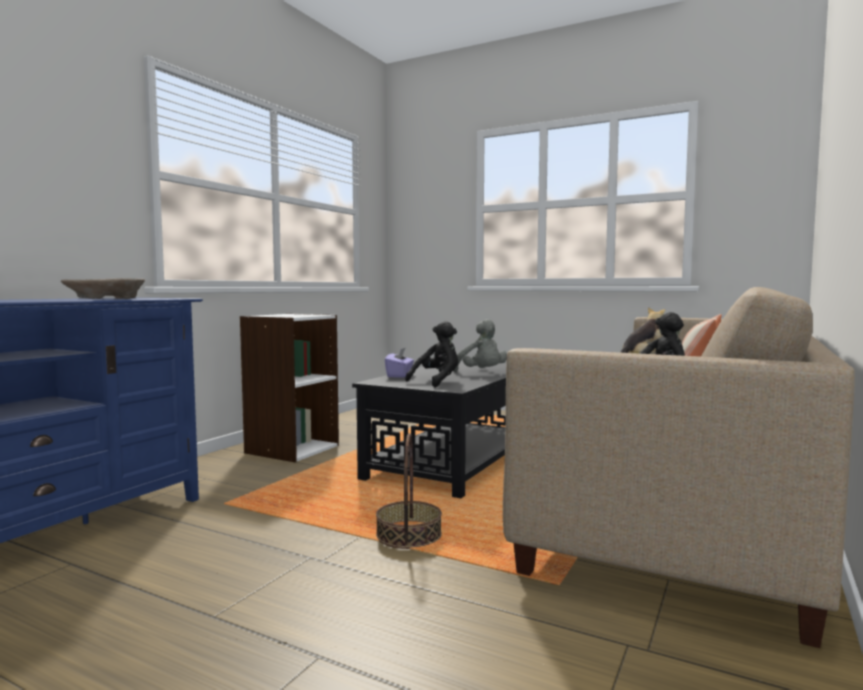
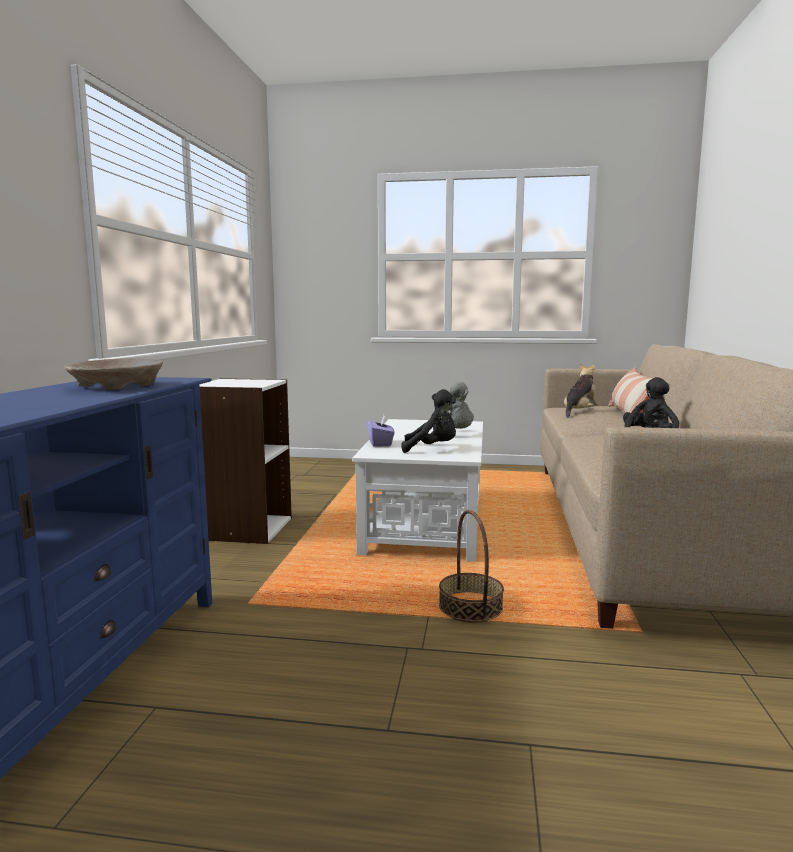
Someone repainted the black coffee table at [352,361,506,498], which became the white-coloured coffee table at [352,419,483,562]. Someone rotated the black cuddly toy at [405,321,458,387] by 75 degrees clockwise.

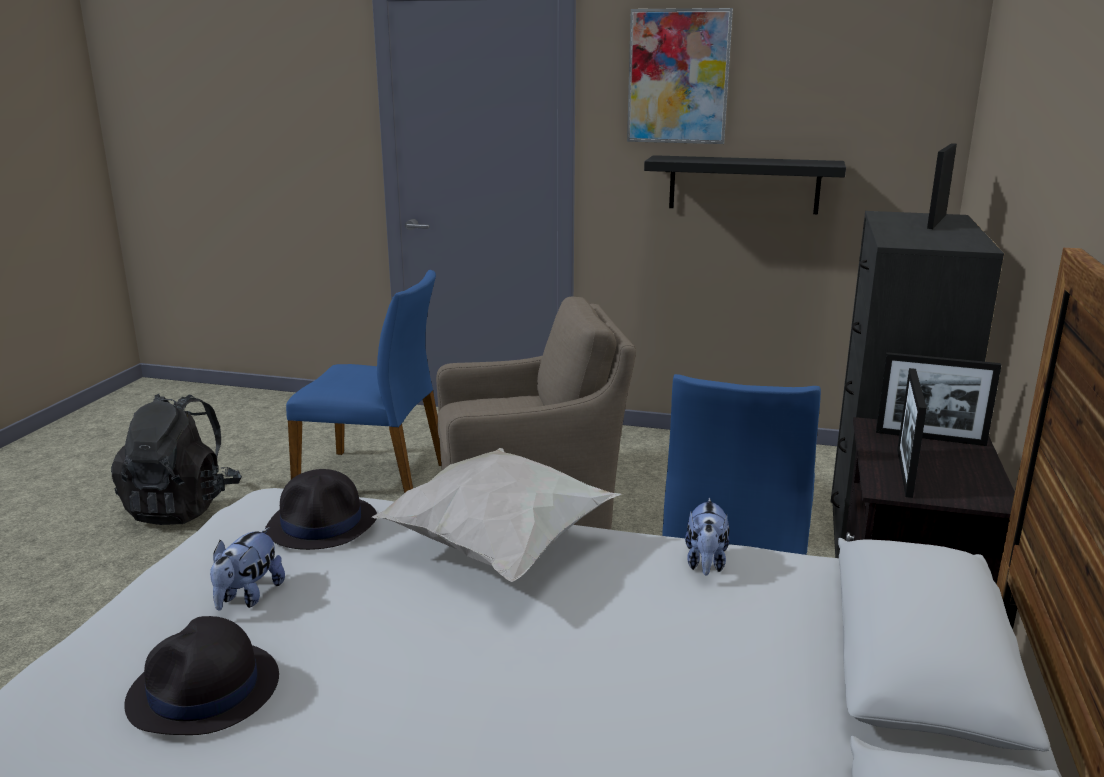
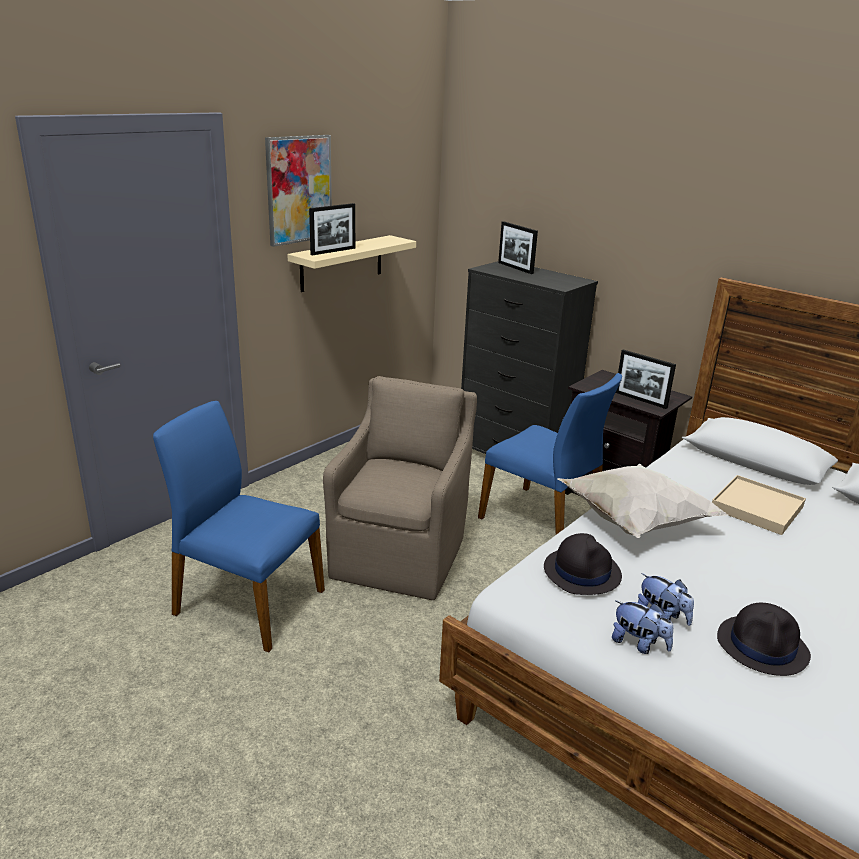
Someone took away the black rucksack at [111,394,242,525]. Someone rotated the blue-coloured plain chair at [286,270,441,493] by 105 degrees counterclockwise. Someone repainted the black wall shelf at [644,155,846,214], which became the beige wall shelf at [287,235,416,292]. Someone carried the cuddly toy from [685,498,729,576] to [612,601,673,654]. Someone carried the standing frame from [876,352,1001,446] to [309,203,355,256]. Someone put down the beige serving tray at [712,475,806,535].

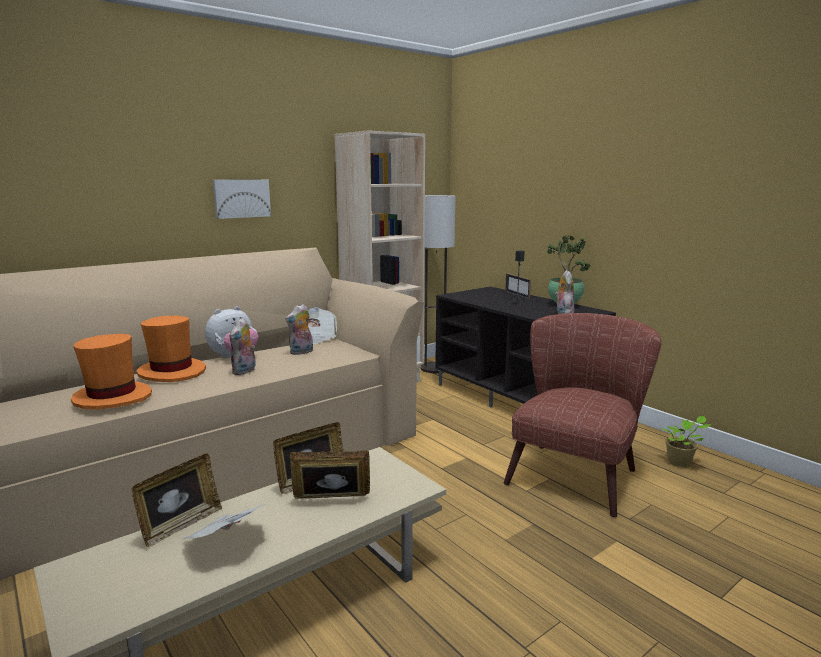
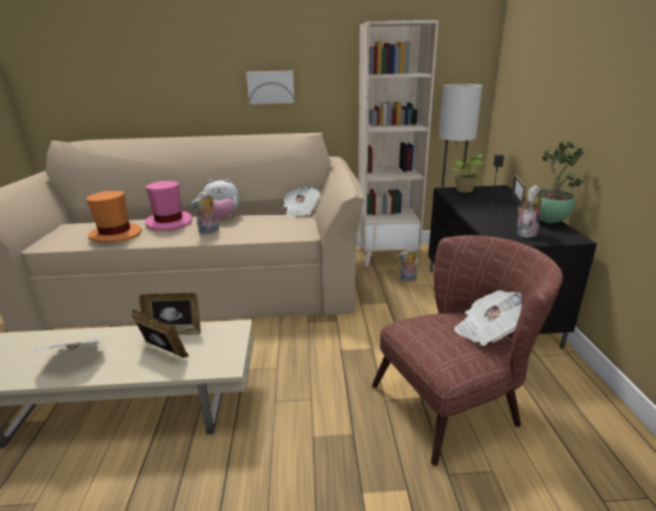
Someone took away the standing frame at [131,454,222,547]. Someone repainted the orange clothing hat at [136,316,206,382], which became the pinkish clothing hat at [145,181,193,231]. Someone carried the cuddly toy from [285,304,313,355] to [398,247,417,281]. Someone carried the potted plant from [660,416,711,467] to [452,154,484,193]. Someone put down the newspaper at [454,290,522,346].

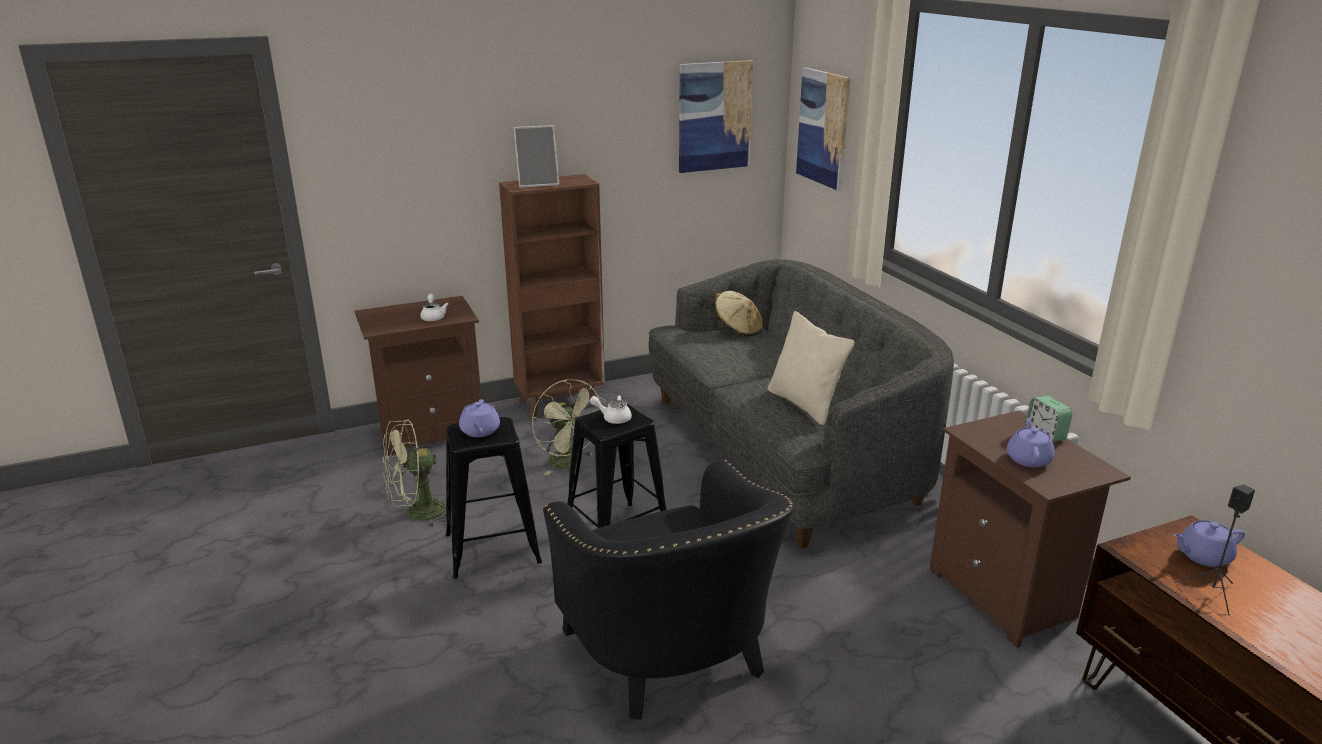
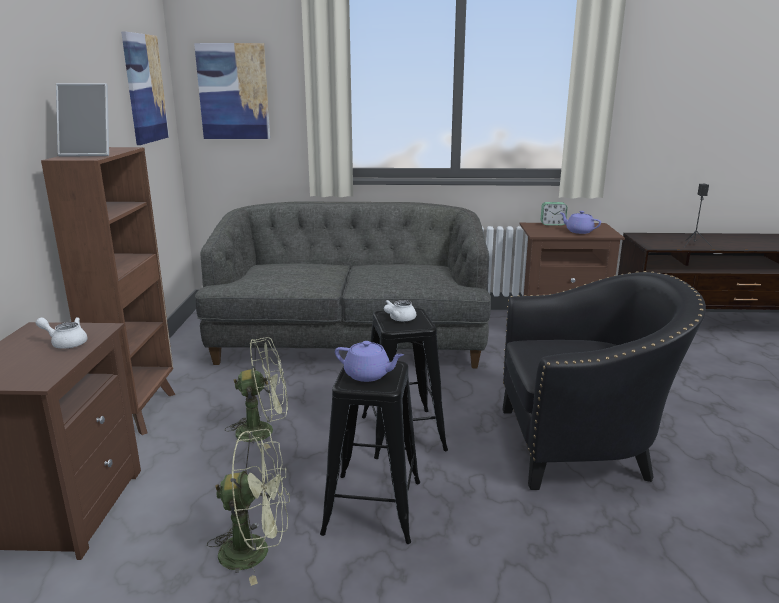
Someone rotated the green fan at [382,420,447,528] by 90 degrees counterclockwise. Someone rotated the standing frame at [513,125,559,188] by 75 degrees clockwise. Someone took away the beige clothing hat at [715,291,763,336]. Someone took away the beige throw pillow at [768,311,855,425]. Someone took away the purple-coloured tea pot at [1173,520,1245,567].

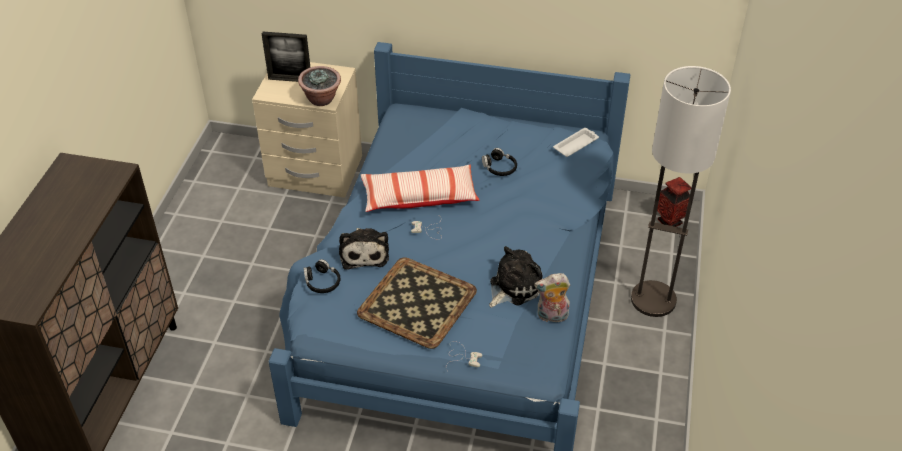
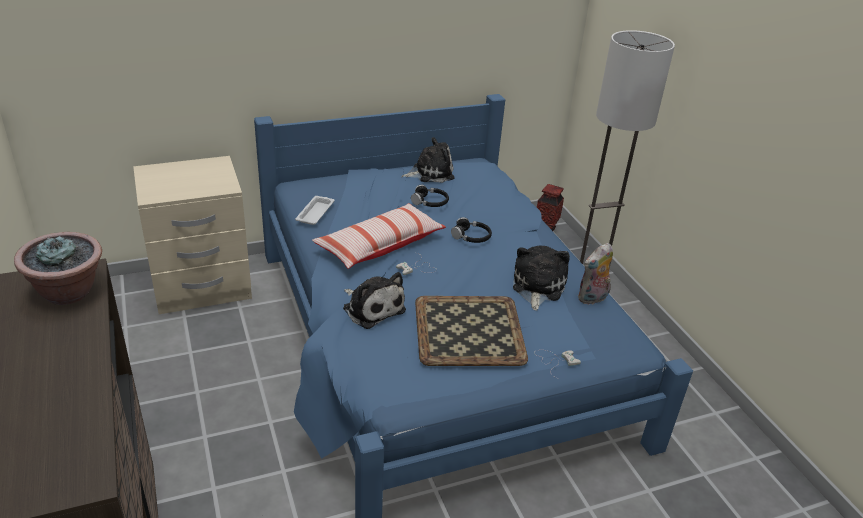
Someone took away the standing frame at [262,32,310,82]. Someone carried the potted plant from [298,66,341,106] to [14,232,102,305]. Someone carried the black headset from [303,259,341,293] to [451,217,492,243]. Someone carried the white-coloured serving tray from [553,128,599,157] to [295,196,335,225]. Someone put down the cuddly toy at [401,137,455,183].

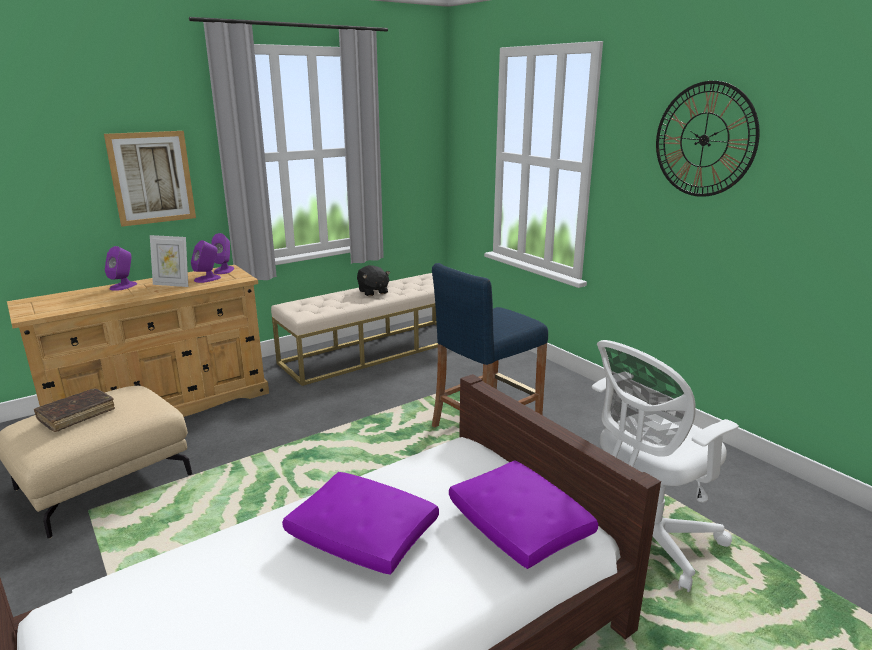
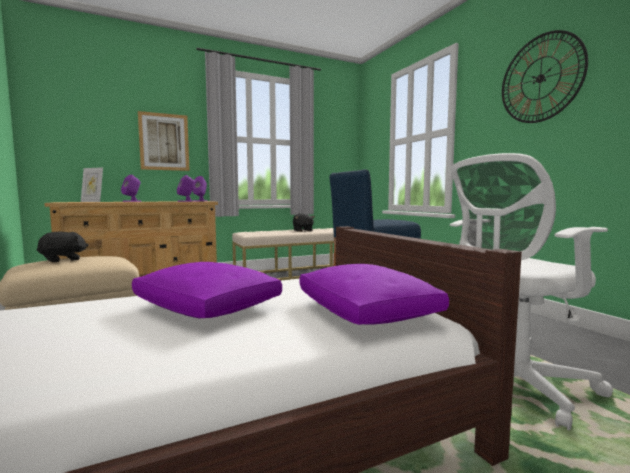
Someone swapped the brownish volume at [34,389,115,432] for the black cuddly toy at [37,232,88,263]. Someone carried the standing frame from [150,235,188,287] to [81,167,103,202].

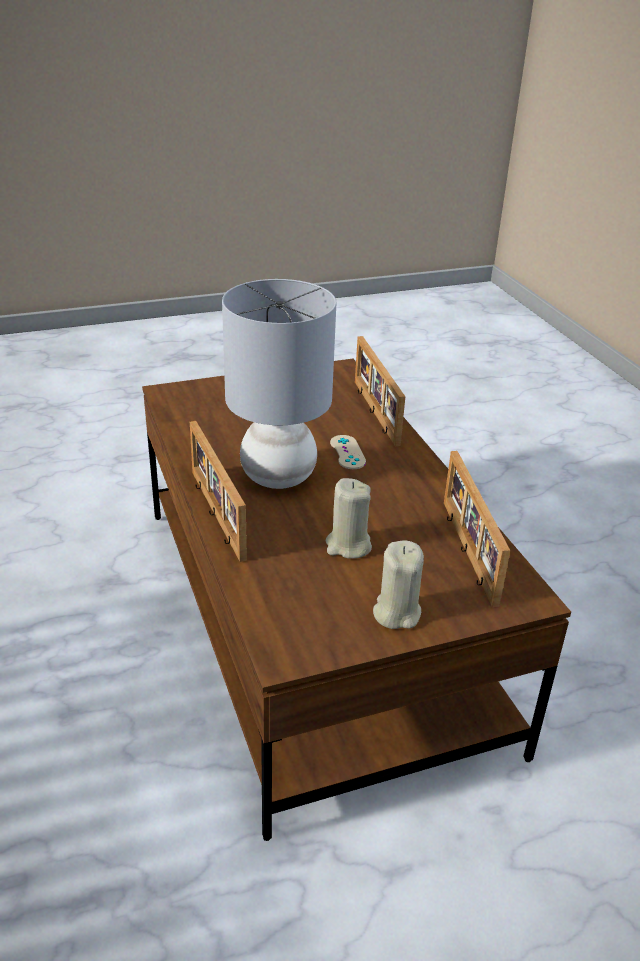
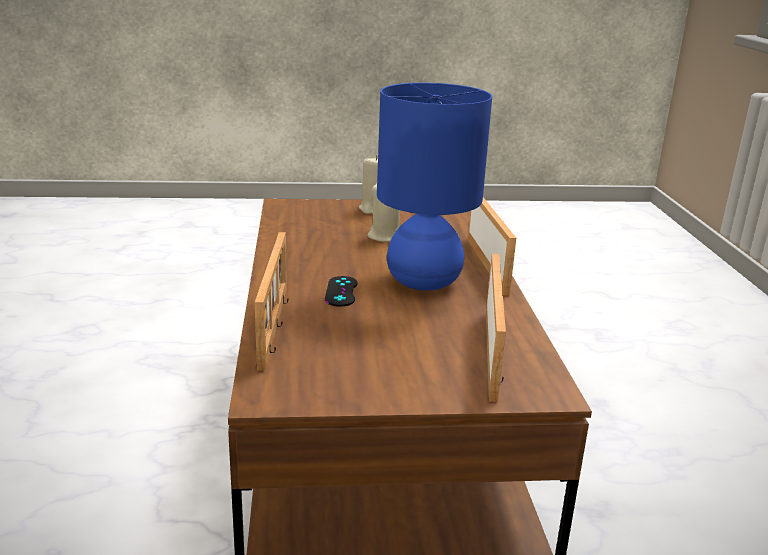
Someone repainted the gray tabletop lamp at [222,279,336,489], which became the blue-coloured tabletop lamp at [377,83,492,291]. Someone repainted the beige gamepad at [330,435,366,469], which became the black gamepad at [325,276,358,307]. Someone carried the standing frame from [444,451,510,607] to [486,254,506,402].

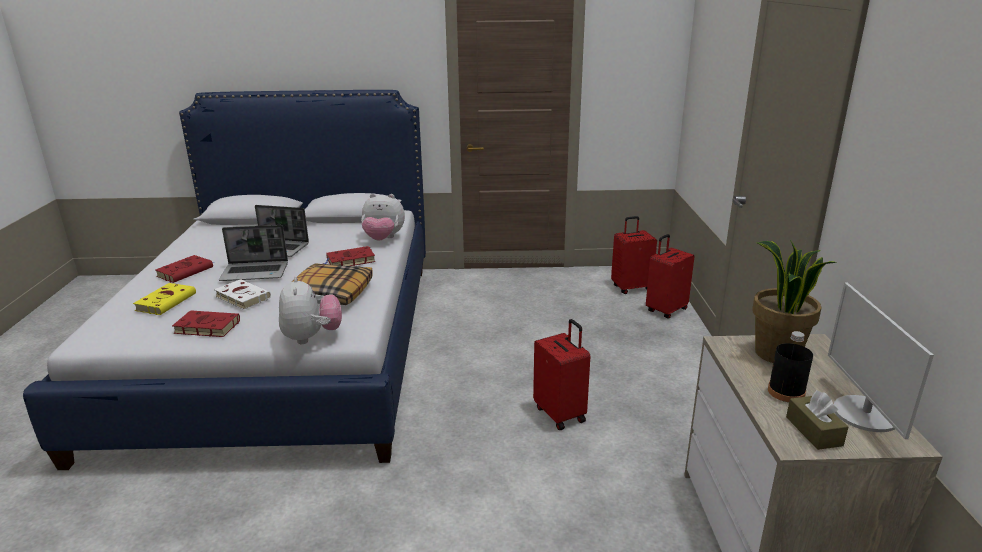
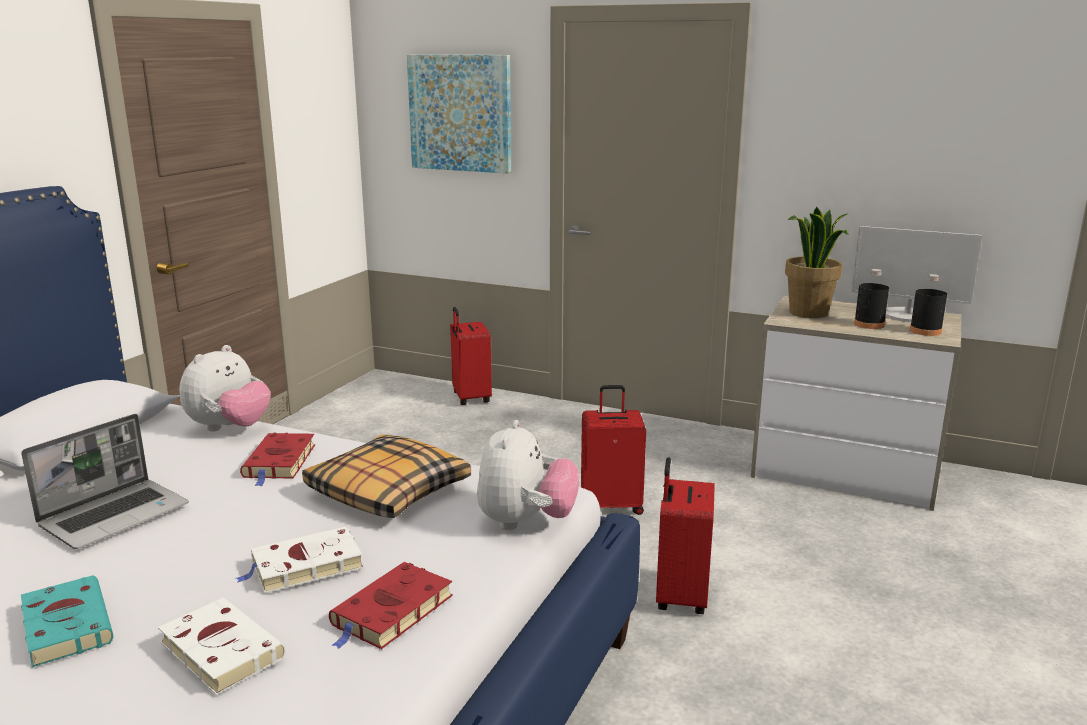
Someone repainted the yellow volume at [133,283,196,315], which became the white-coloured volume at [158,598,286,695]. Someone repainted the reddish volume at [155,255,213,283], which became the turquoise volume at [21,575,113,667]. Someone took away the portable computer at [219,225,288,281]. Someone rotated the cuddly toy at [279,277,342,344] by 90 degrees clockwise. Someone carried the reddish piece of luggage from [611,216,657,294] to [656,457,715,614]. Someone swapped the brownish tissue box at [786,390,848,450] for the black bottle at [910,274,947,336]. Someone put up the wall picture at [407,55,511,173].

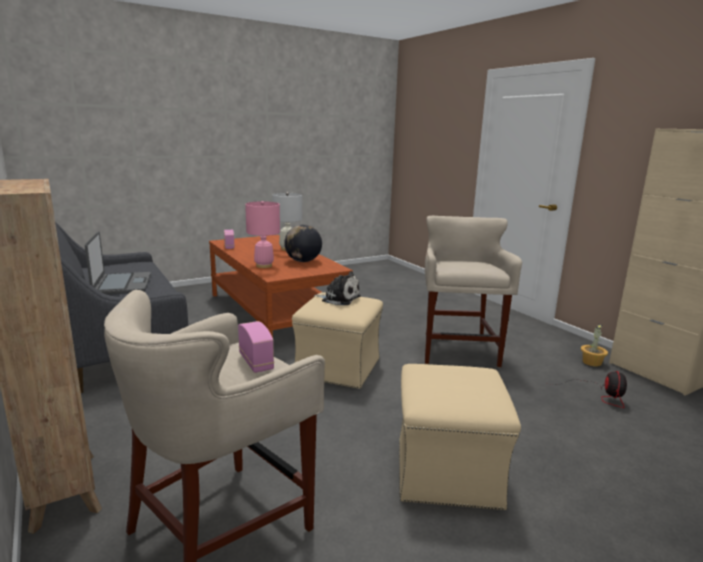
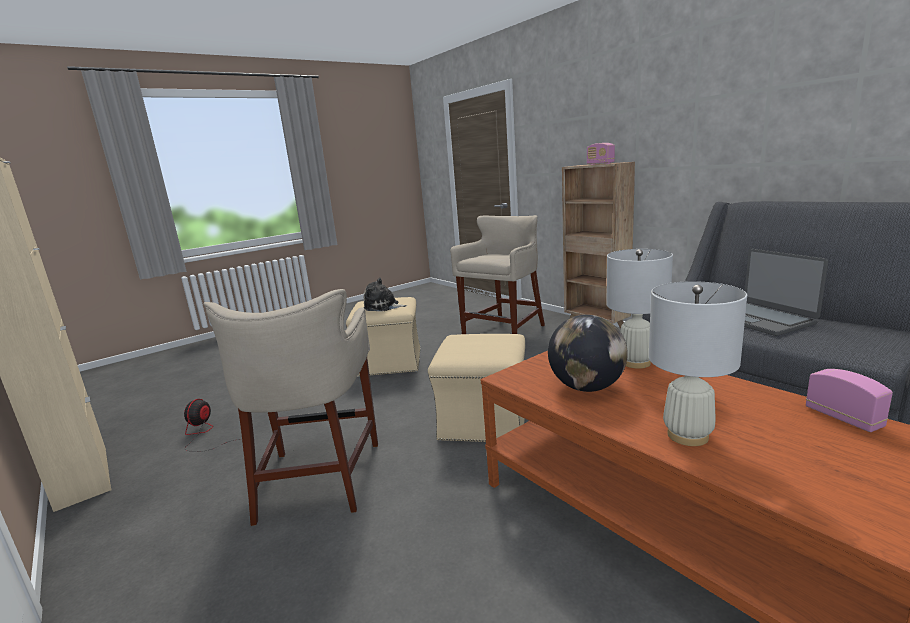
Someone carried the radio receiver from [238,321,274,373] to [587,143,615,165]. Someone repainted the pinkish tabletop lamp at [245,201,280,268], which became the white-coloured tabletop lamp at [607,249,673,369]. Someone carried the cuddly toy from [314,271,361,305] to [364,278,408,311]. Someone took away the potted plant at [581,323,608,367].

